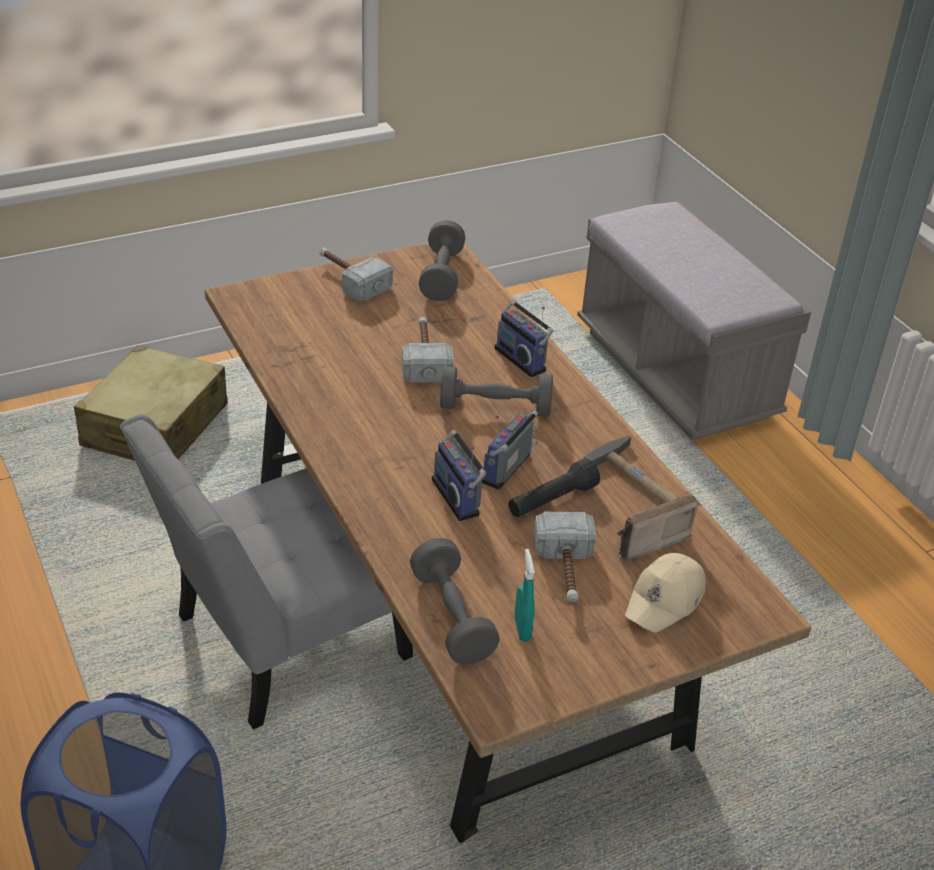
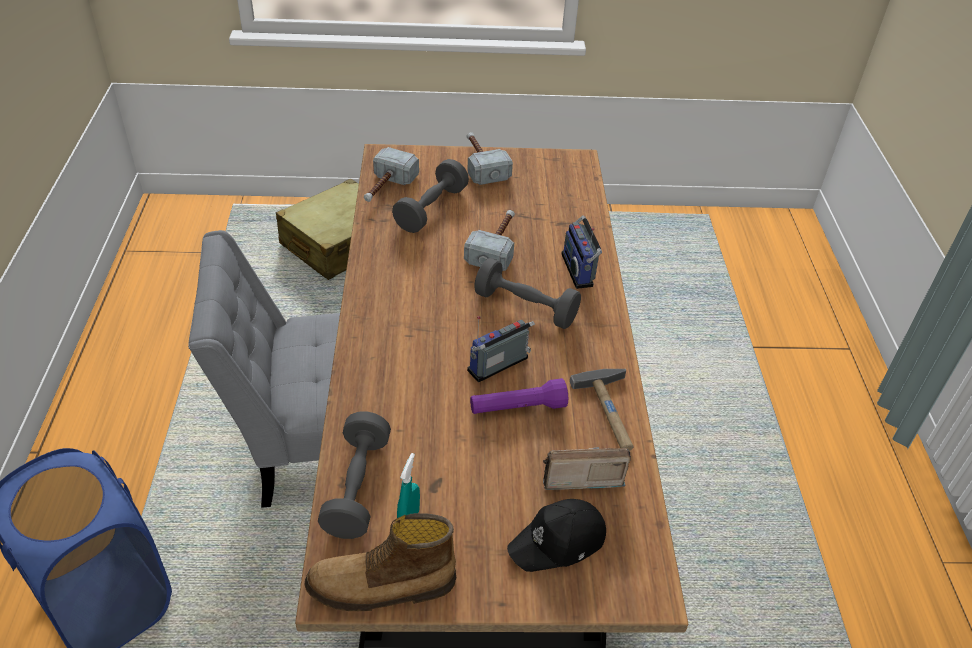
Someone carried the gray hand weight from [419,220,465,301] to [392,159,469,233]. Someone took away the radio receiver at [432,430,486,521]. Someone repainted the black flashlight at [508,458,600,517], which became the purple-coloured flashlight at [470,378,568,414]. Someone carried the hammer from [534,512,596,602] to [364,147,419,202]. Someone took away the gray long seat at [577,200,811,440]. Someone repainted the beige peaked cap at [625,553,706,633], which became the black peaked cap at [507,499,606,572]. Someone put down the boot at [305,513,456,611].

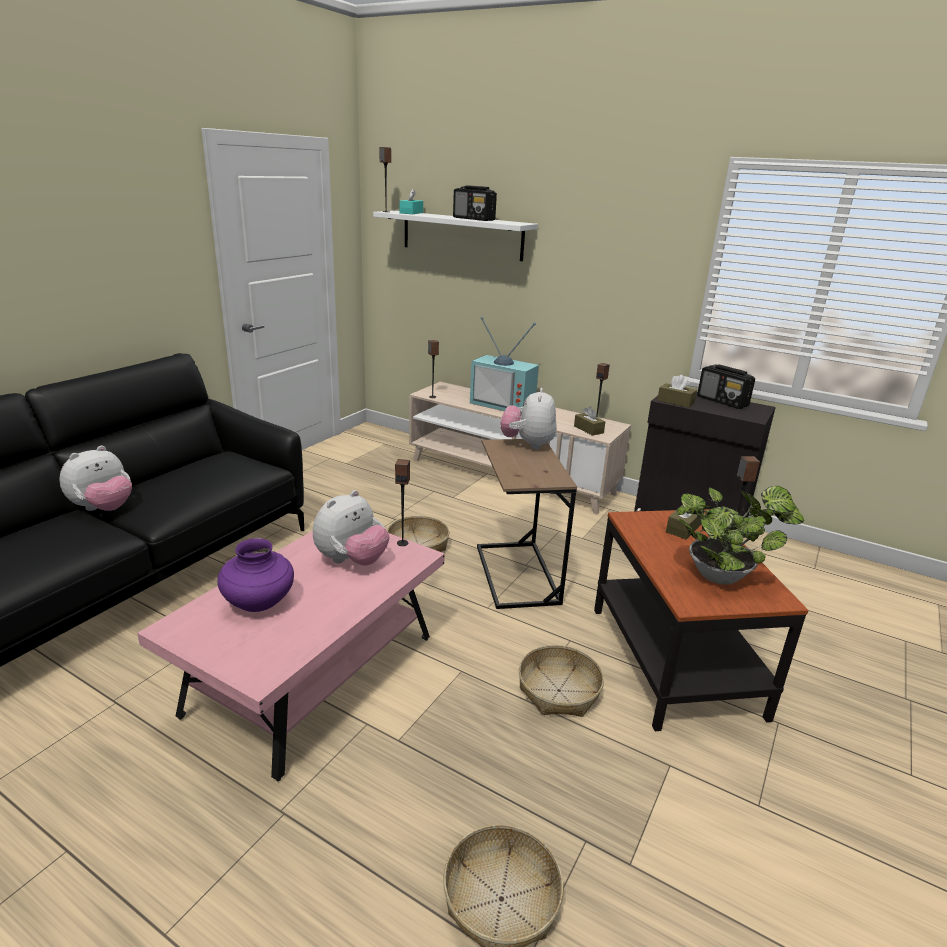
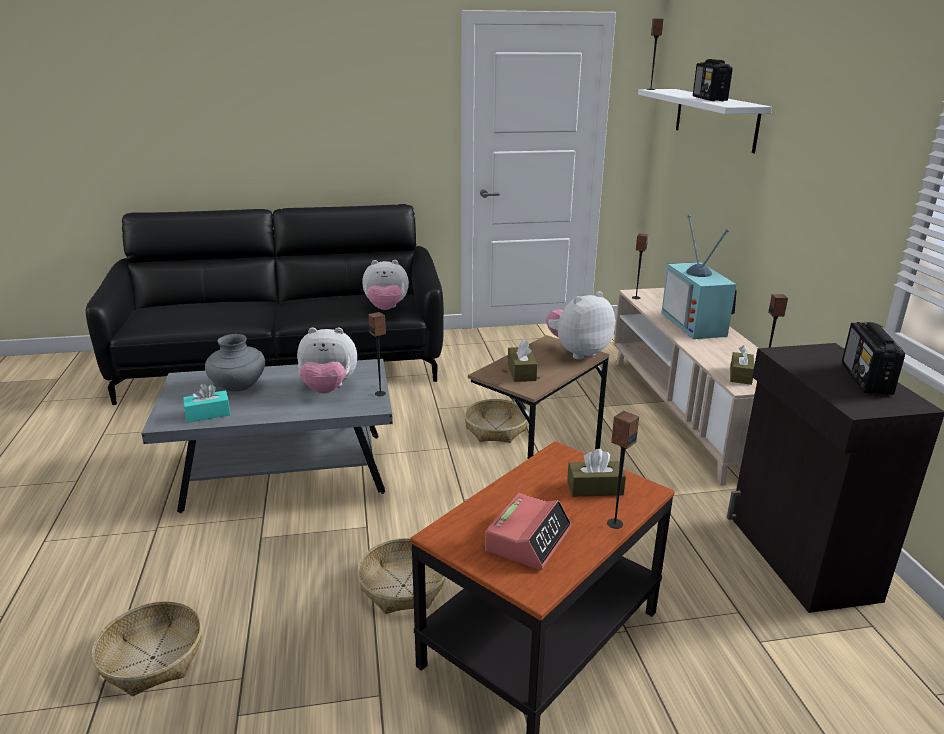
Someone carried the cuddly toy from [60,446,132,511] to [362,260,409,310]. Someone repainted the pinkish coffee table at [137,531,445,781], which became the gray coffee table at [141,359,393,513]. Someone repainted the purple-coloured flower vase at [217,538,294,612], which became the gray flower vase at [205,334,265,392]. Someone carried the turquoise tissue box from [400,189,423,214] to [183,383,230,423]. Someone carried the brownish tissue box from [657,375,697,408] to [508,339,537,382]. Someone swapped the potted plant at [677,486,804,585] for the bedside clock at [485,493,572,570].

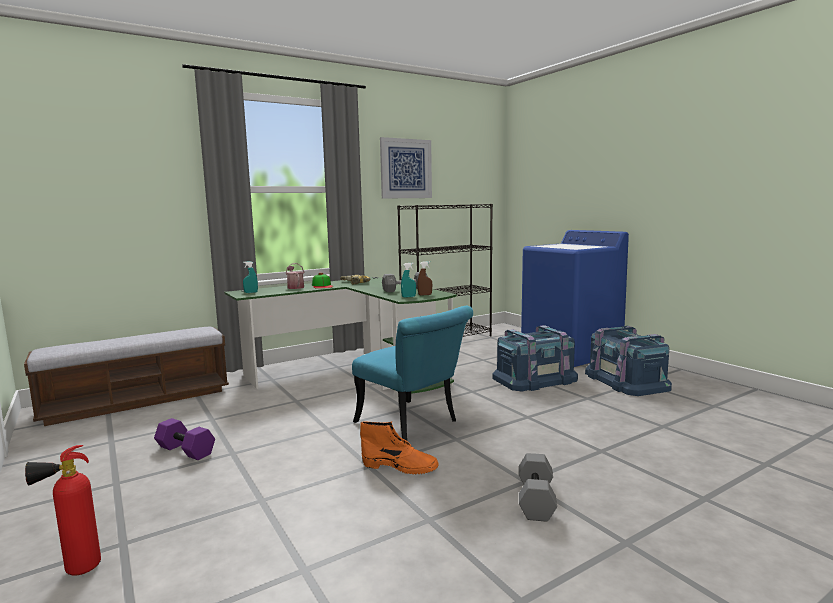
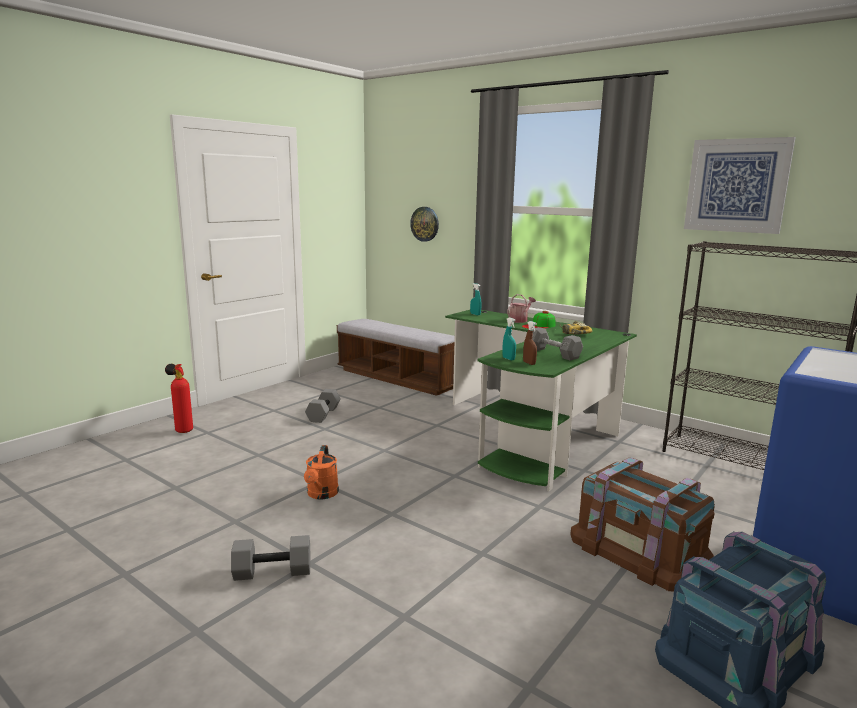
Someone repainted the purple-coloured hand weight at [154,418,215,460], which became the gray hand weight at [305,389,341,423]. Someone took away the turquoise plain chair at [352,306,473,440]. Someone swapped the orange boot at [360,421,439,475] for the orange sprinkling can at [304,445,339,499]. Someone repainted the blue-coloured storage container at [492,325,578,391], which became the brownish storage container at [570,457,715,592]. Someone put up the wall clock at [410,207,439,242].

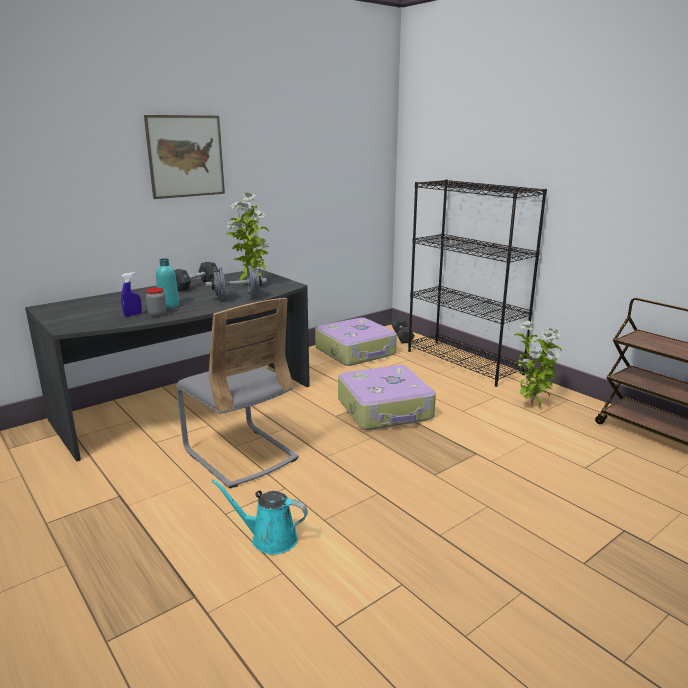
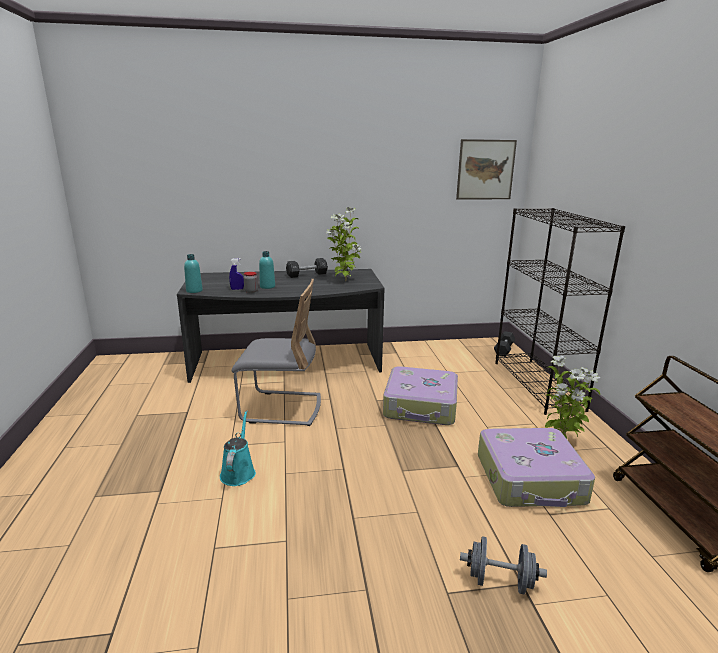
Someone carried the wall picture from [144,115,225,199] to [456,139,517,200]. Someone rotated the gray plain chair at [176,298,299,489] by 75 degrees counterclockwise. Someone carried the gray hand weight from [206,266,267,300] to [460,536,547,595]. Someone rotated the turquoise sprinkling can at [211,479,308,555] by 45 degrees clockwise. Someone carried the piece of luggage from [315,318,397,366] to [478,428,595,507]. Someone put down the turquoise bottle at [184,254,203,293].

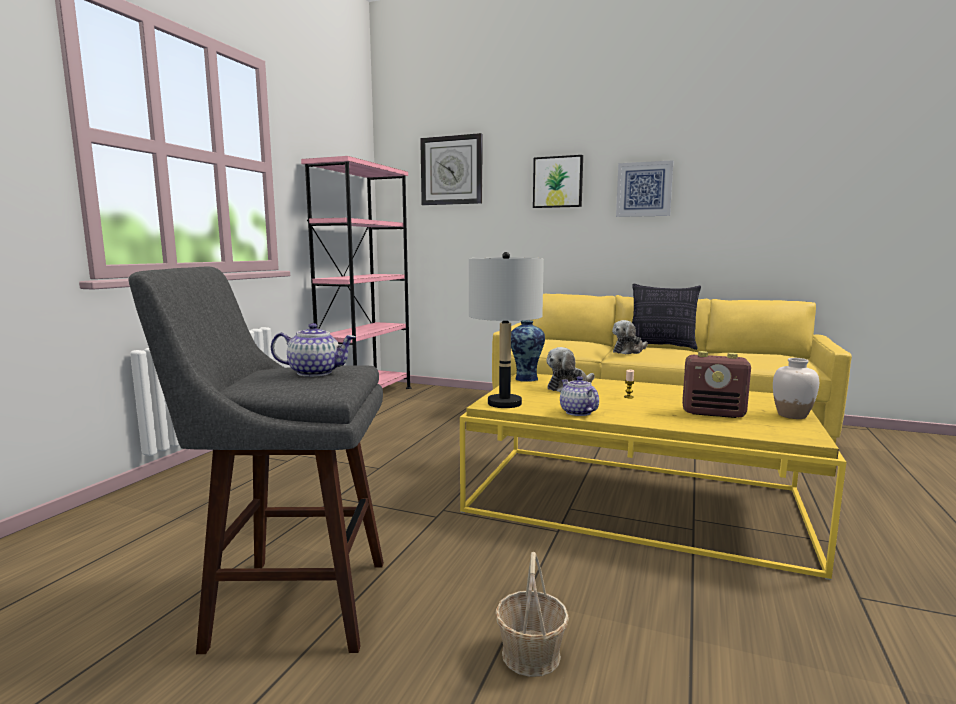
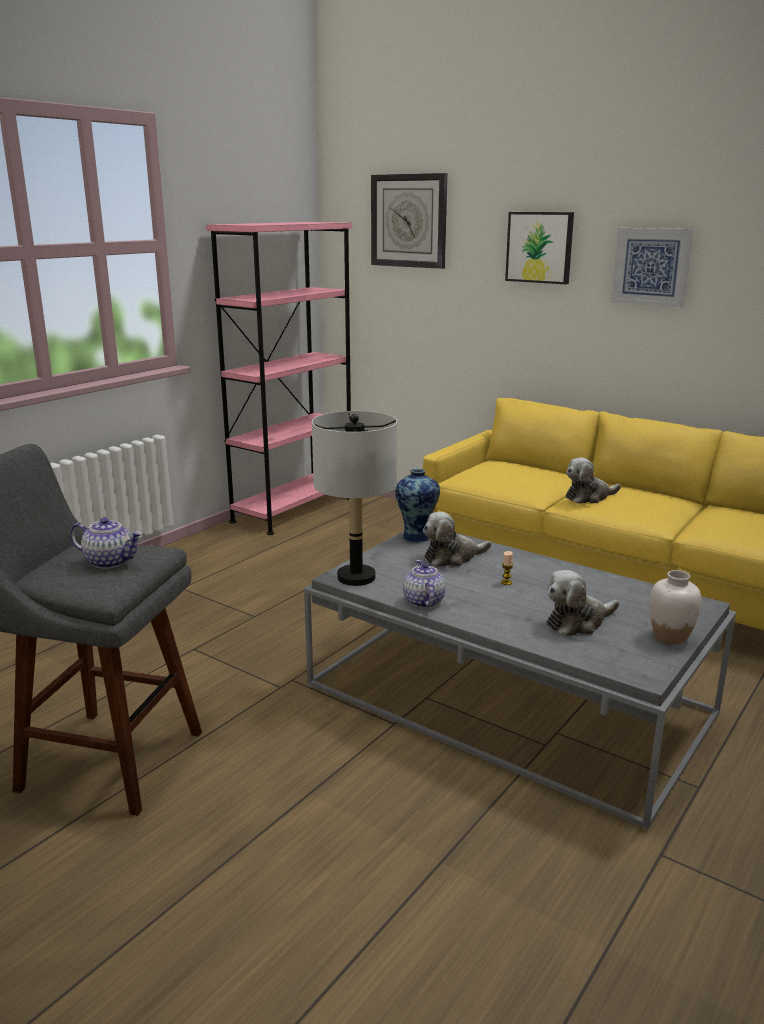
Someone repainted the yellow coffee table at [460,374,846,580], which became the gray coffee table at [304,531,736,830]. Someone took away the storage basket at [495,552,569,677]. Someone took away the throw pillow at [632,284,701,350]. Someone swapped the radio receiver at [682,351,751,418] for the cuddly toy at [546,570,619,636].

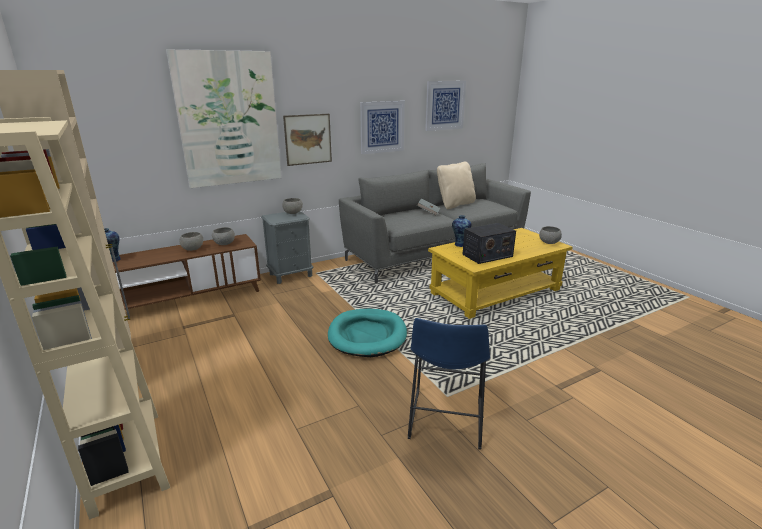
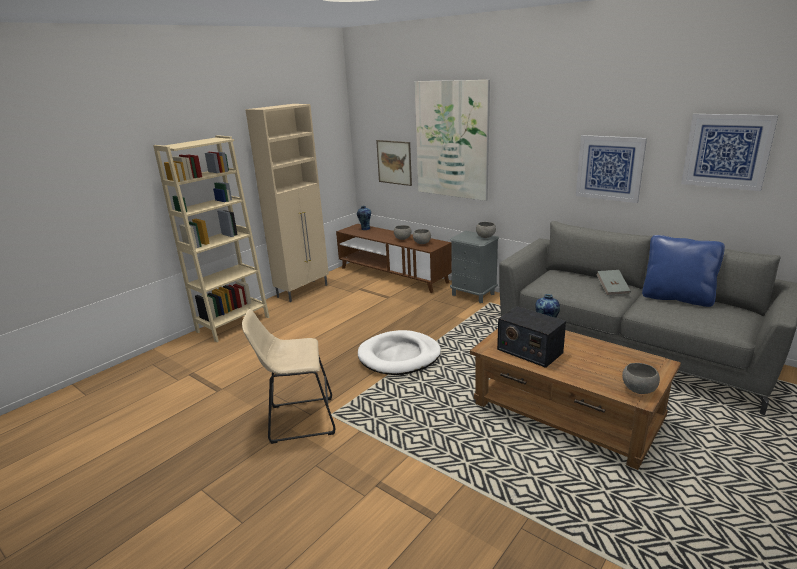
Someone carried the wall picture from [283,114,332,166] to [376,140,412,186]. Someone repainted the turquoise dog bed at [328,309,407,357], which became the white-coloured dog bed at [358,330,441,375]. Someone repainted the blue-coloured stool seat at [408,318,490,449], which became the beige stool seat at [242,309,336,444]. Someone repainted the yellow coffee table at [428,228,573,319], which became the brownish coffee table at [470,329,681,470]. Someone repainted the beige throw pillow at [437,162,476,209], which became the blue-coloured throw pillow at [642,235,725,307].

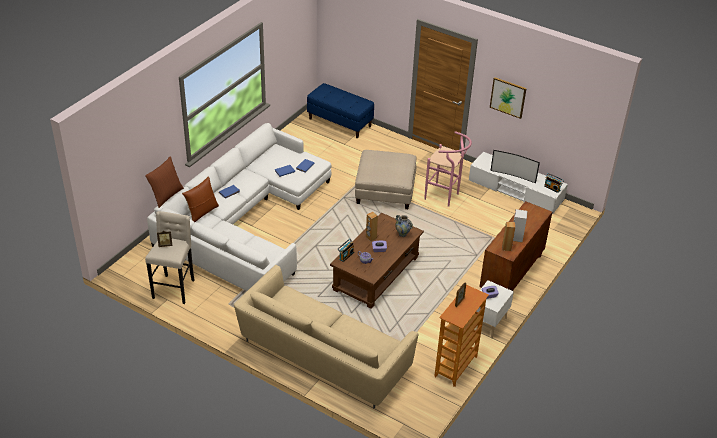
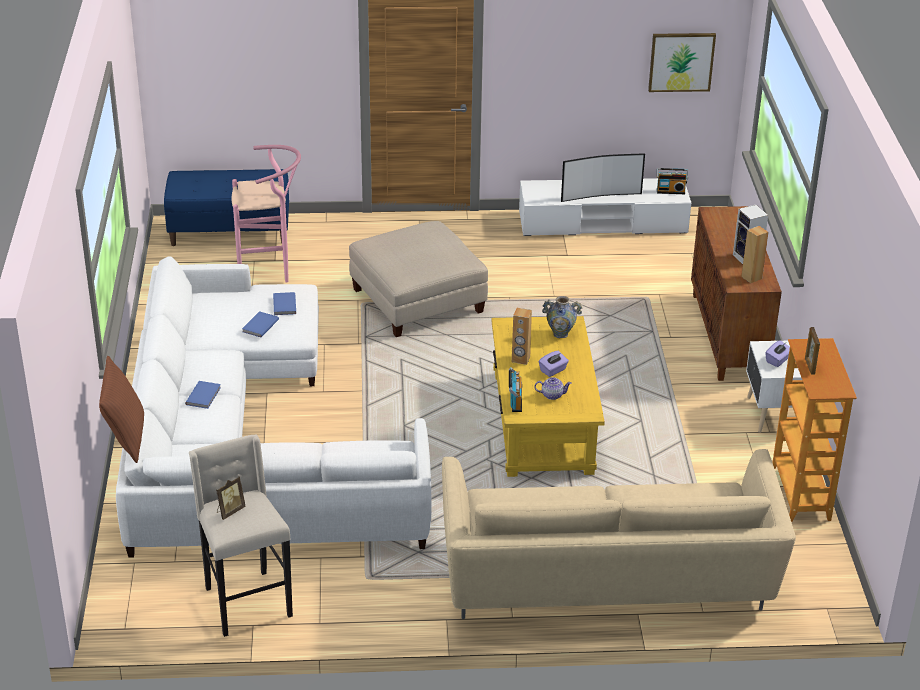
Someone took away the brownish throw pillow at [182,176,219,222]. Someone repainted the brownish coffee table at [330,213,424,309], which became the yellow coffee table at [491,316,605,477]. Someone carried the pinkish stool seat from [424,131,472,207] to [232,145,301,283]. Someone carried the wall picture from [490,77,527,119] to [648,33,716,92].

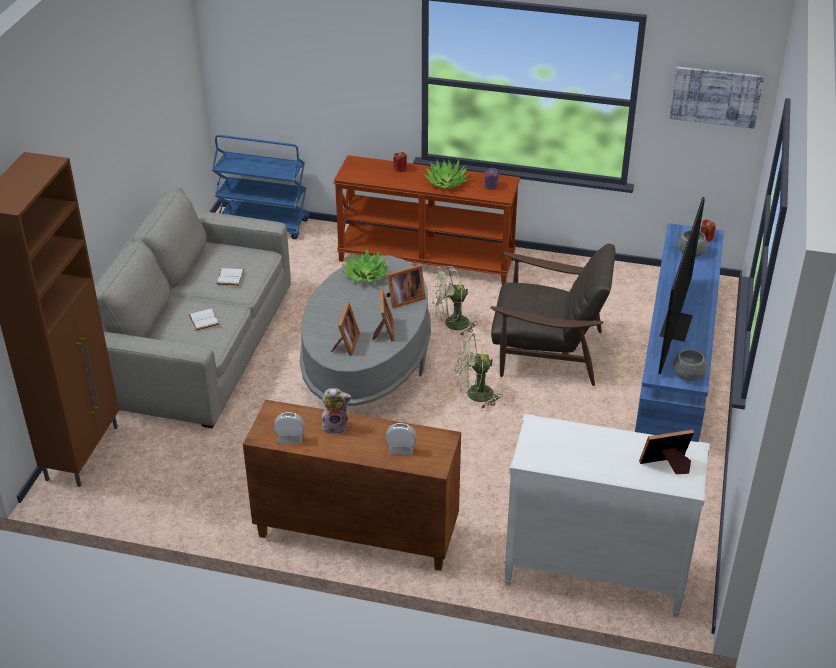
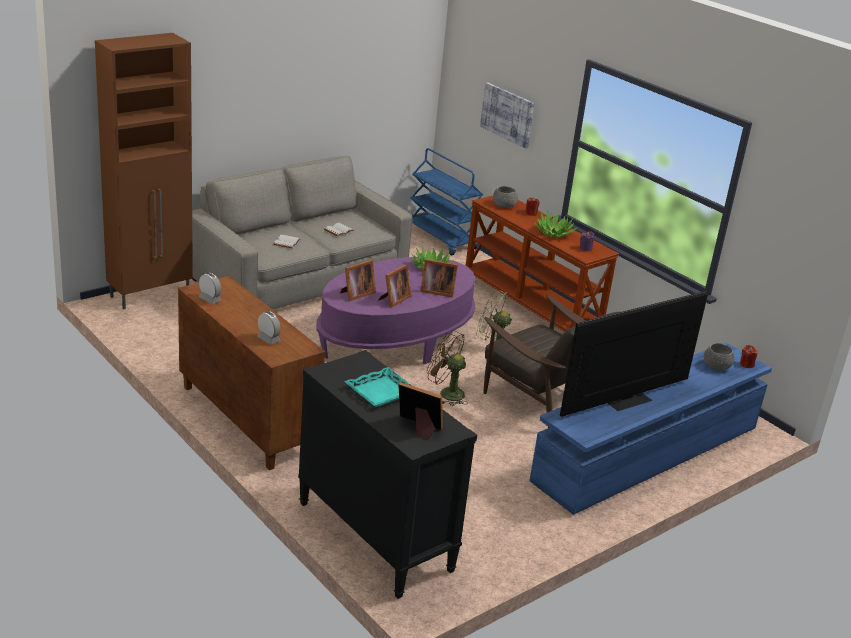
Someone repainted the gray coffee table at [300,255,431,406], which became the purple-coloured coffee table at [317,257,476,364]. Someone took away the cuddly toy at [322,388,352,434]. Someone repainted the green fan at [454,333,503,408], which became the brownish fan at [427,330,468,406]. Someone repainted the white-coloured drawer chest at [504,413,710,617], which became the black drawer chest at [298,350,477,599]. Someone carried the wall picture from [670,67,764,129] to [480,82,534,149]. Someone carried the gray bowl from [673,349,707,381] to [493,186,518,208]. Someone put down the turquoise serving tray at [344,367,409,407].

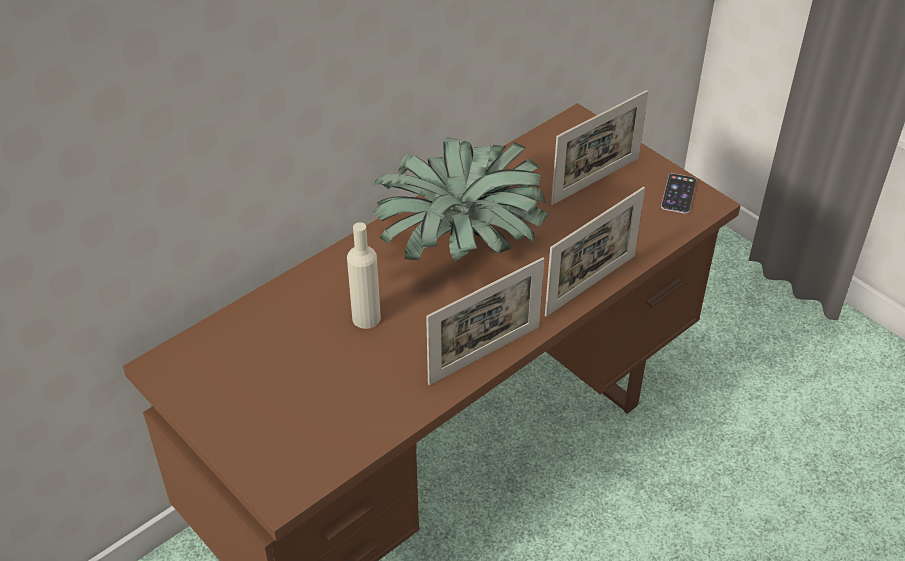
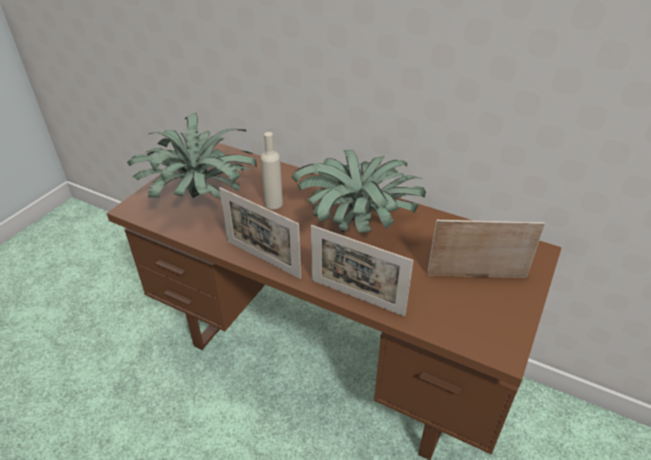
Someone rotated the standing frame at [551,90,648,205] by 150 degrees clockwise. Someone took away the phone at [661,173,696,214]. Someone put down the potted plant at [127,113,257,199].

